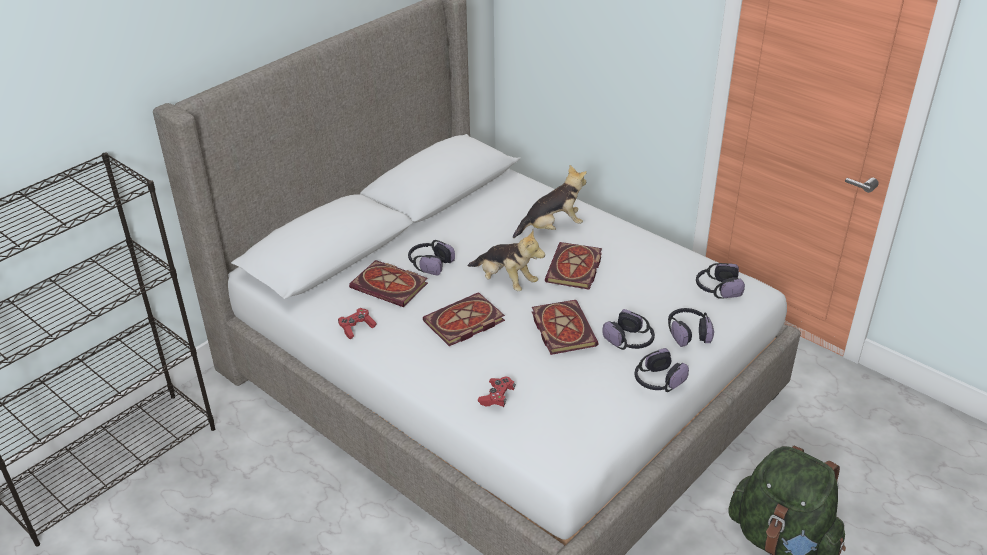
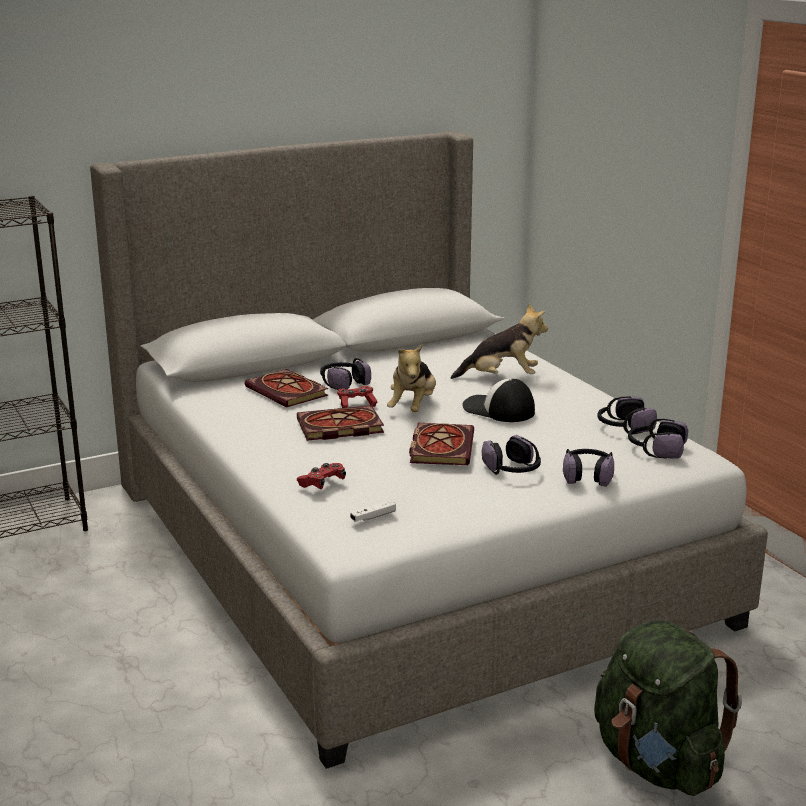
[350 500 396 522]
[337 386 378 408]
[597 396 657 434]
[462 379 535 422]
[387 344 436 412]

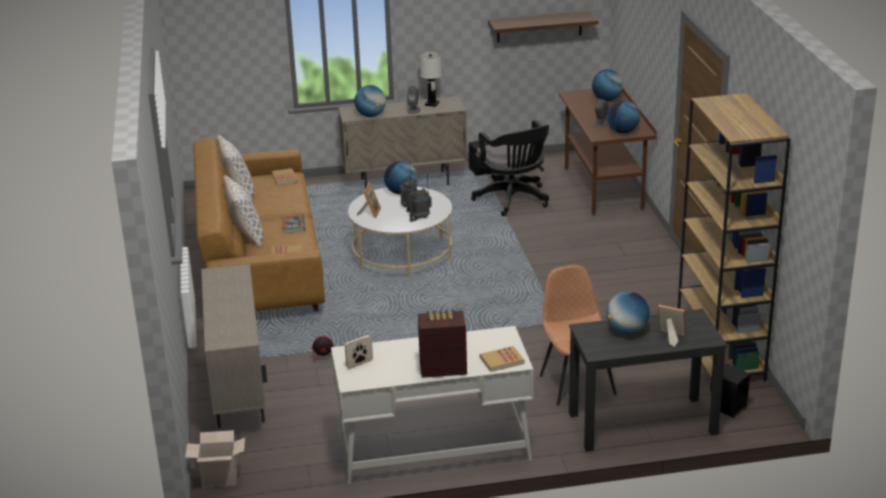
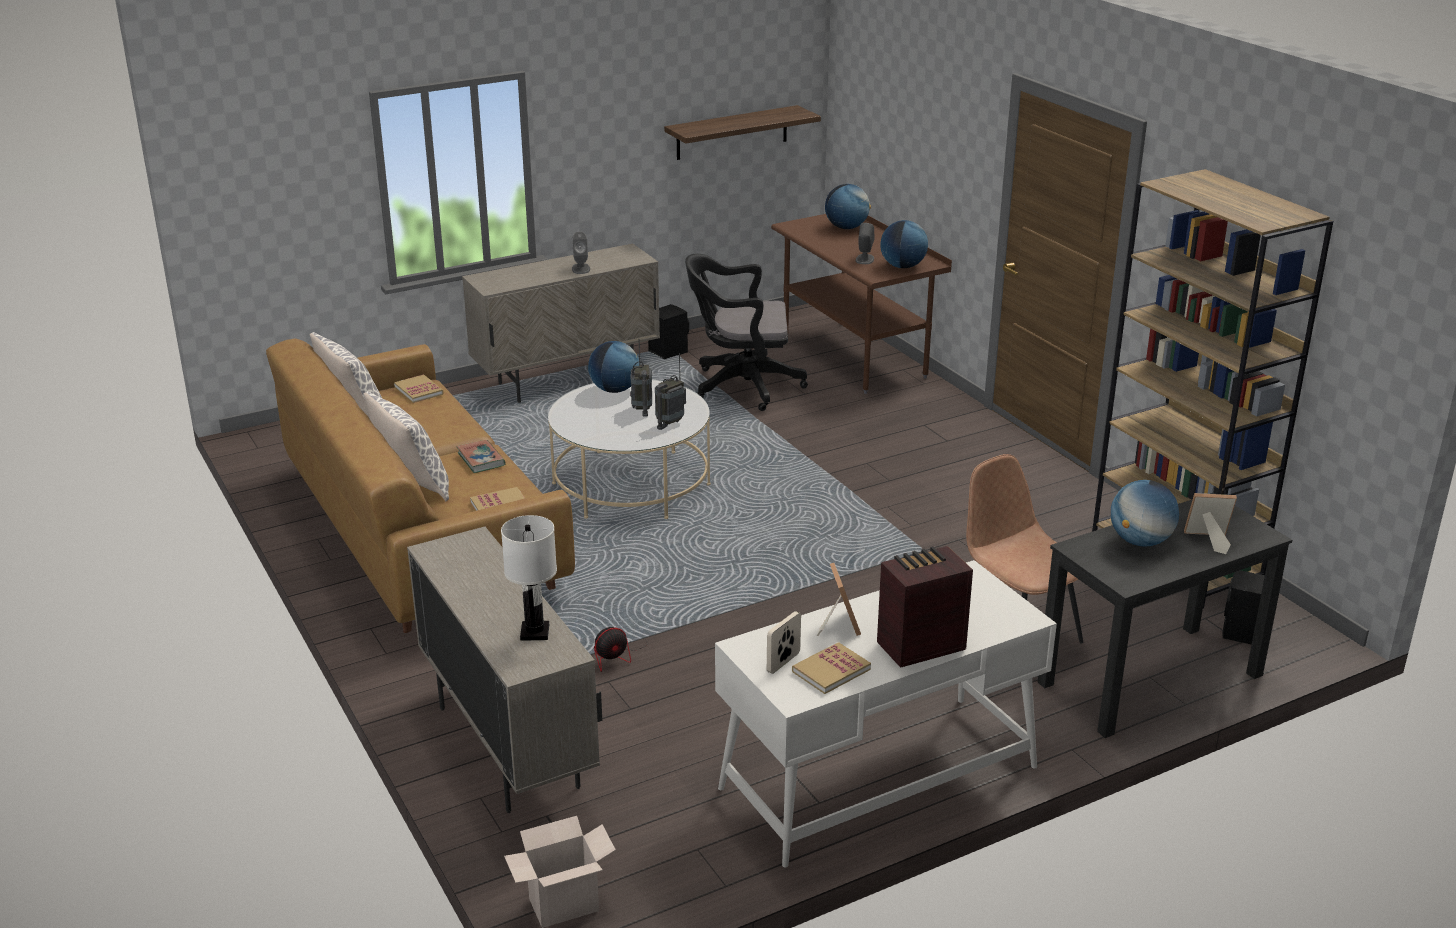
[354 85 386 117] (first image)
[816 563 861 636]
[501 515 557 641]
[792 642 871 694]
[685 254 808 411]

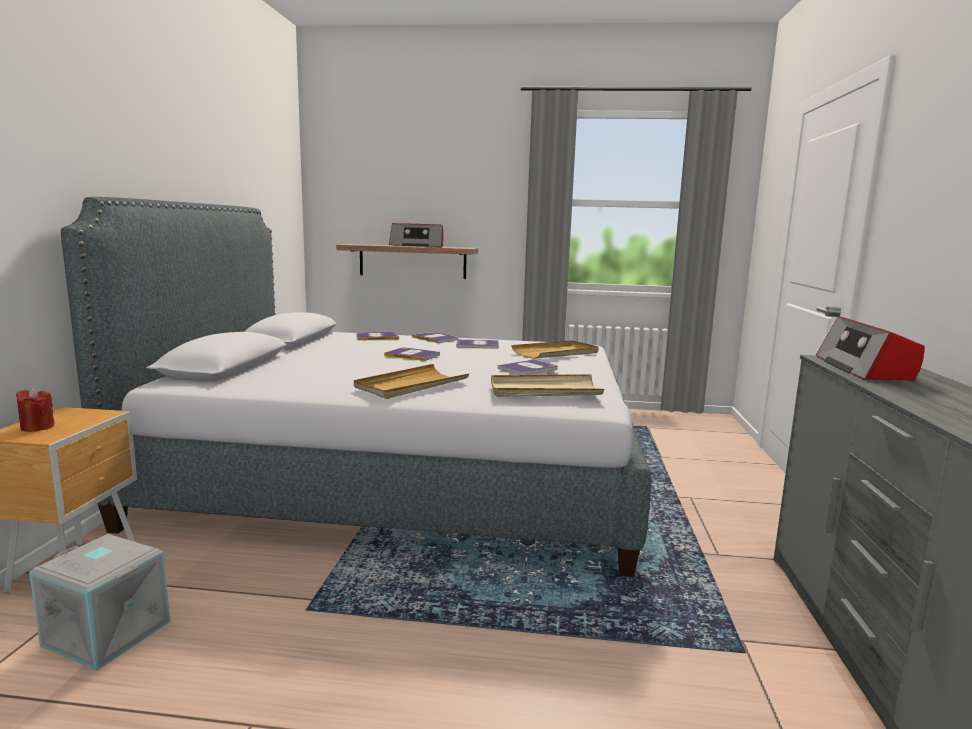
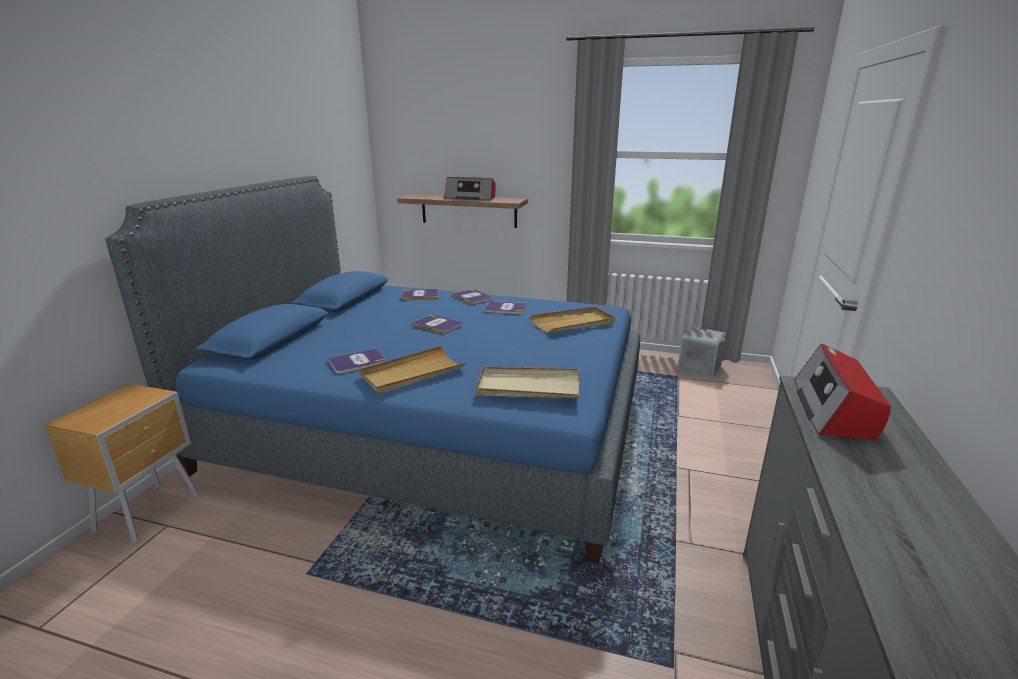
[16 388 54 432] (first image)
[678 327 726 378]
[328 348 386 374]
[105 176 640 564]

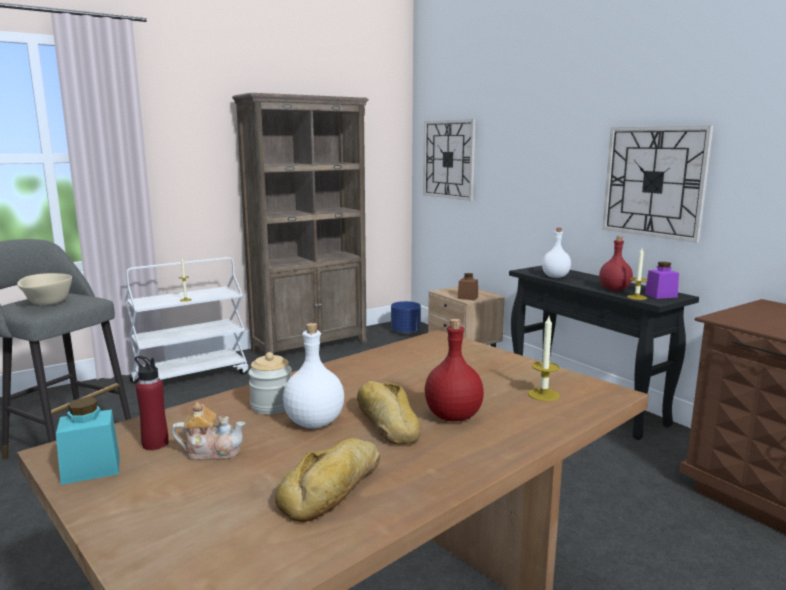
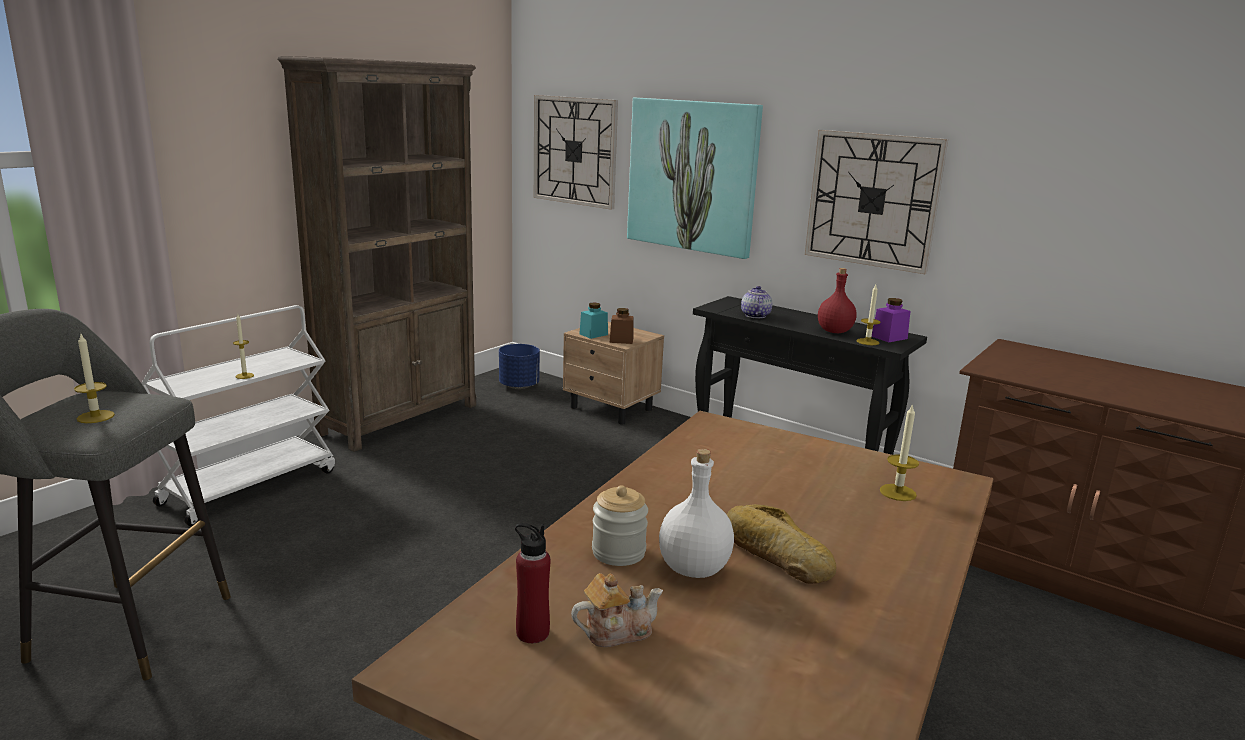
[275 438 380 522] (first image)
[425 319 484 421] (first image)
[627 98 763 259]
[579 303 608 339]
[74 334 115 423]
[741 286 773 318]

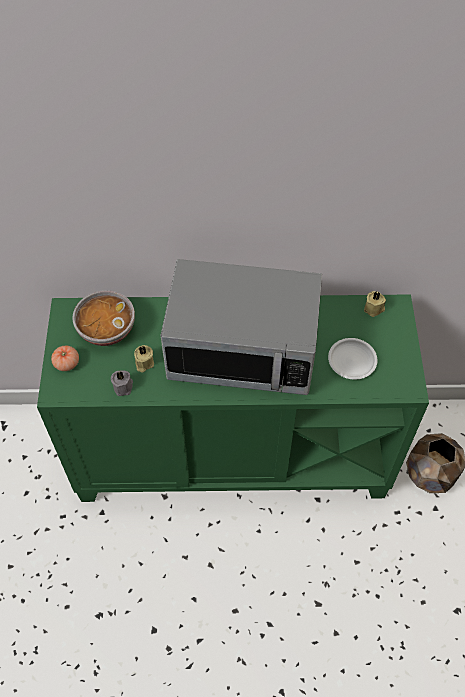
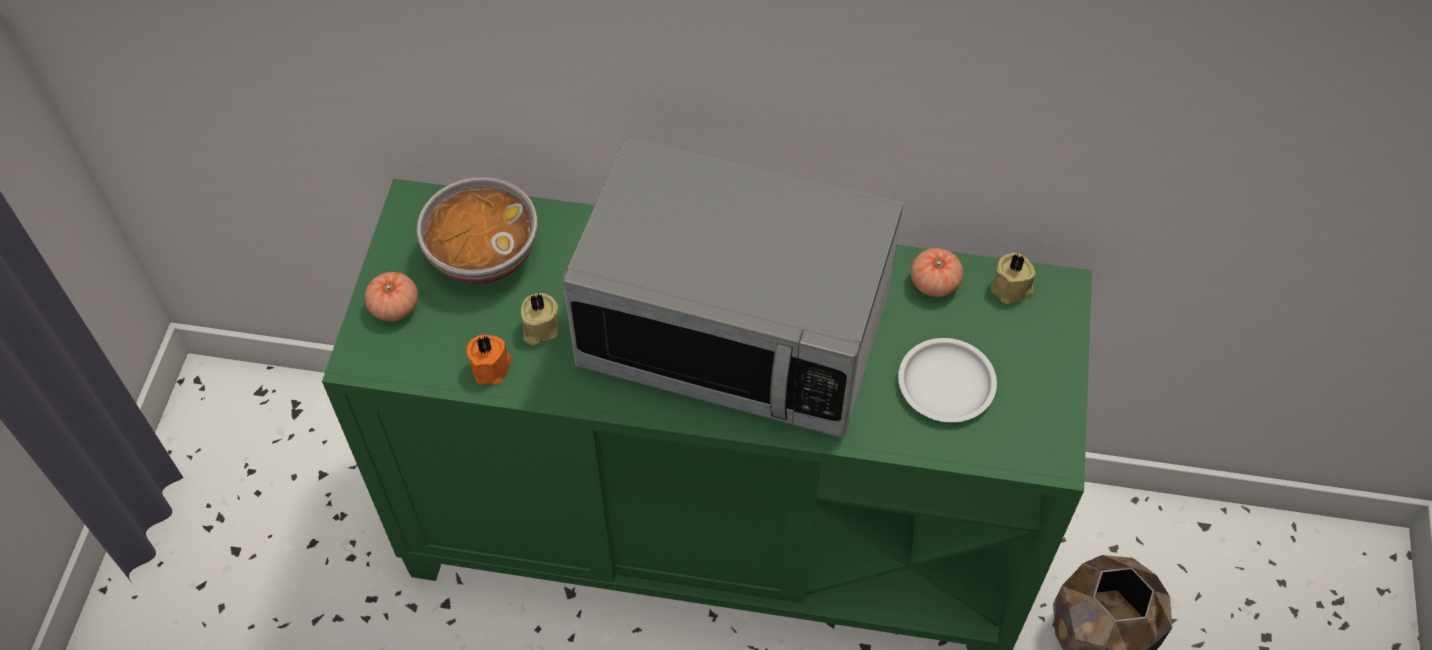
[911 248 963 297]
[466 335 512 385]

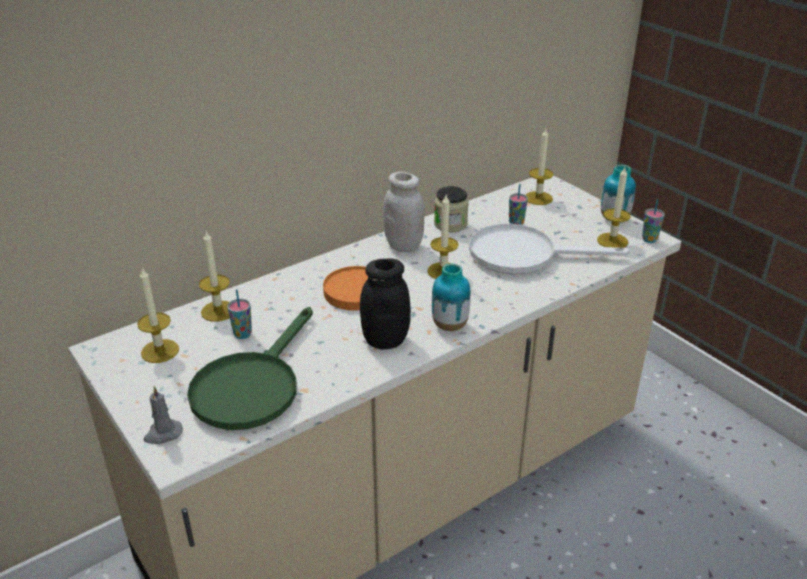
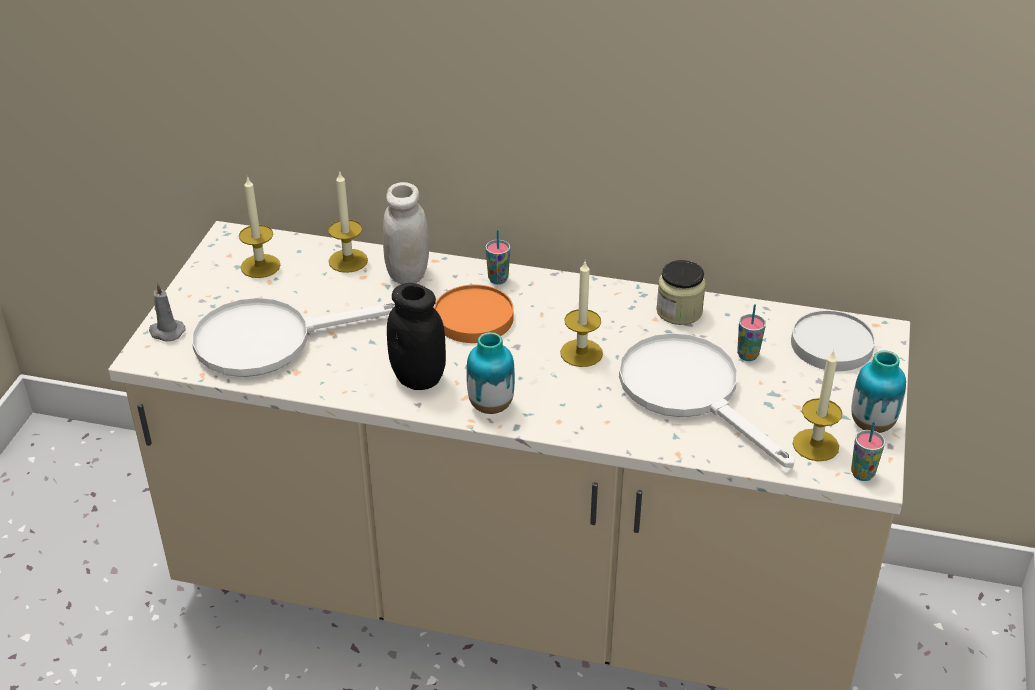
[485 230 510 284]
[383 182 429 284]
[791 310 875 371]
[192 298 395 377]

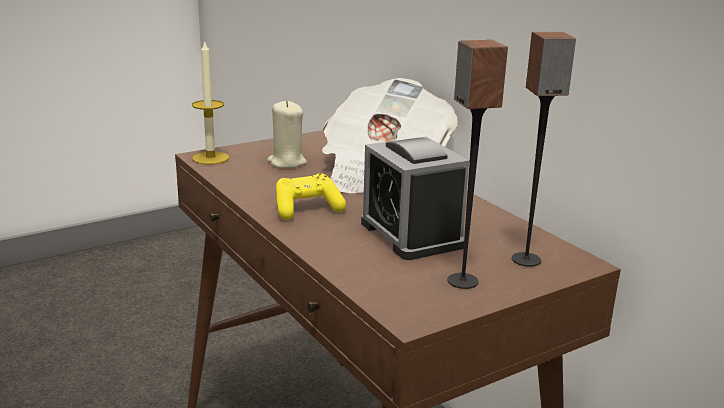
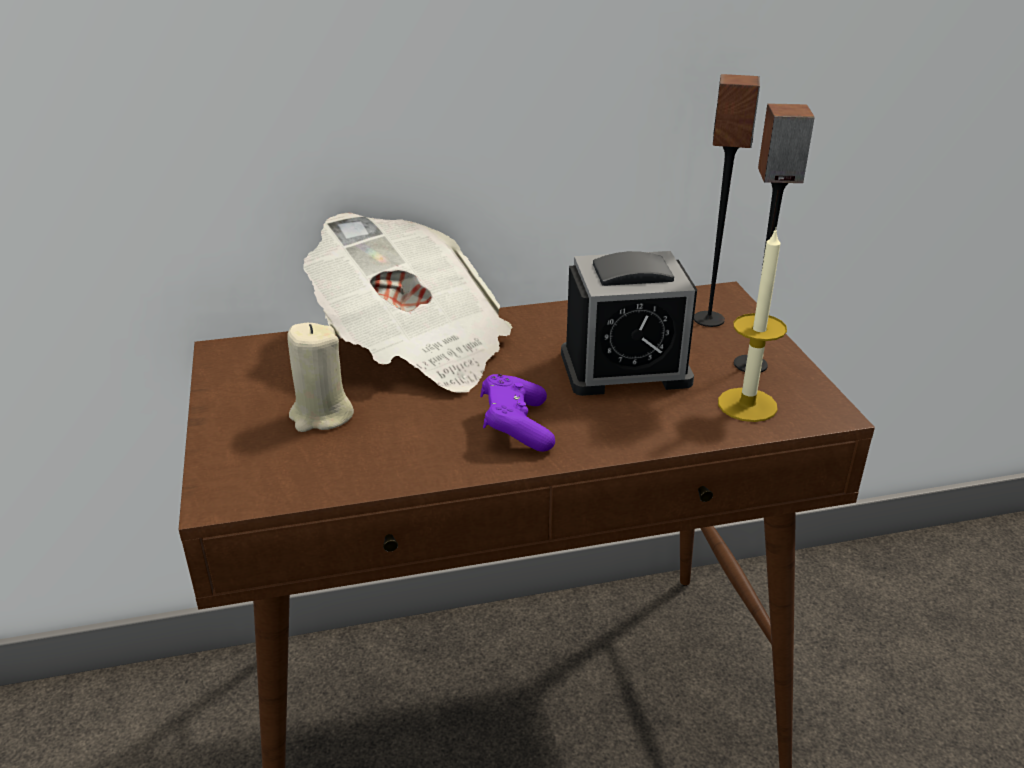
[718 227 787 422]
[480 374 555 452]

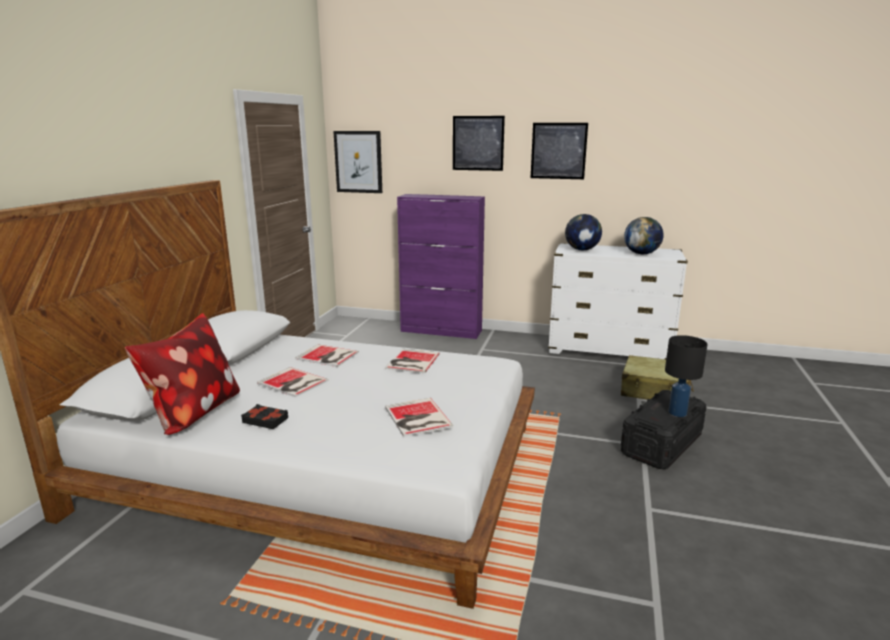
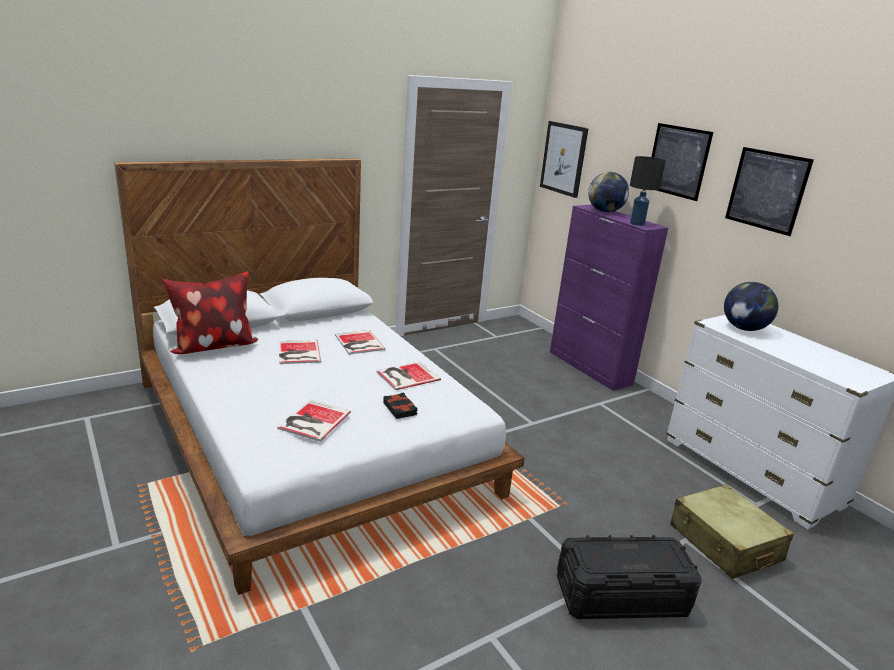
[383 392 417 419]
[588 172 629 212]
[630 156 666 226]

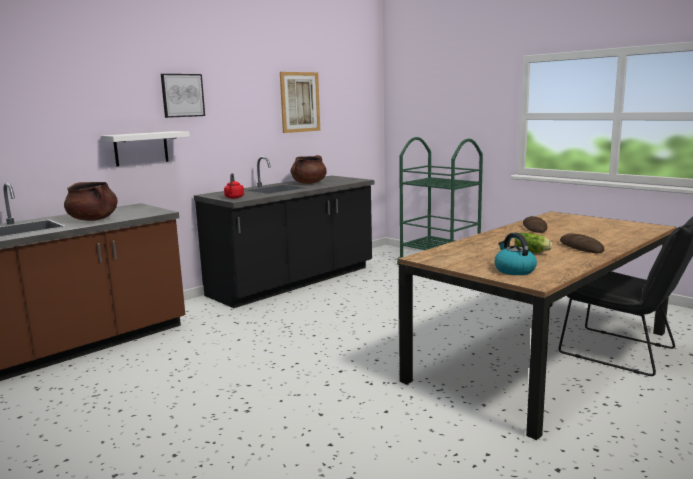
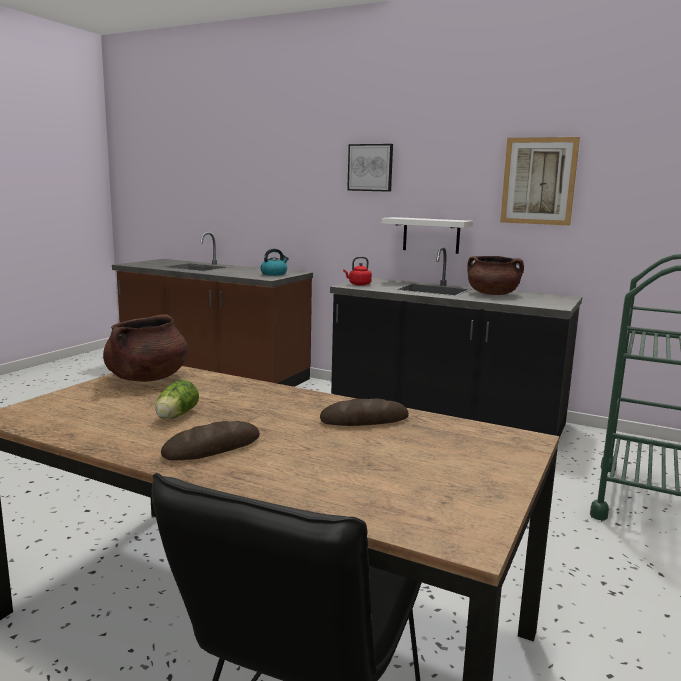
[103 314 188 382]
[382 217 473 254]
[260 249 289 276]

